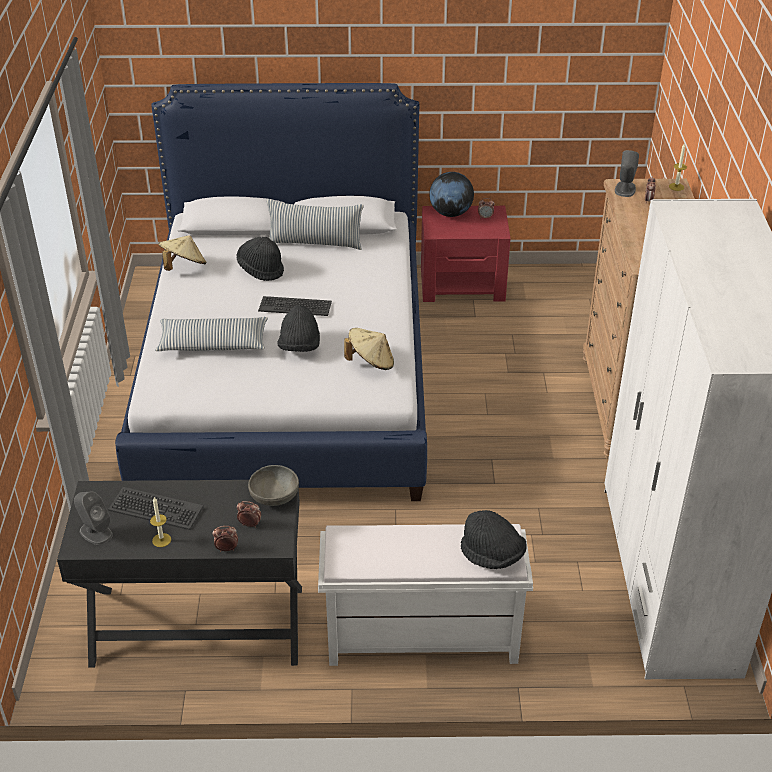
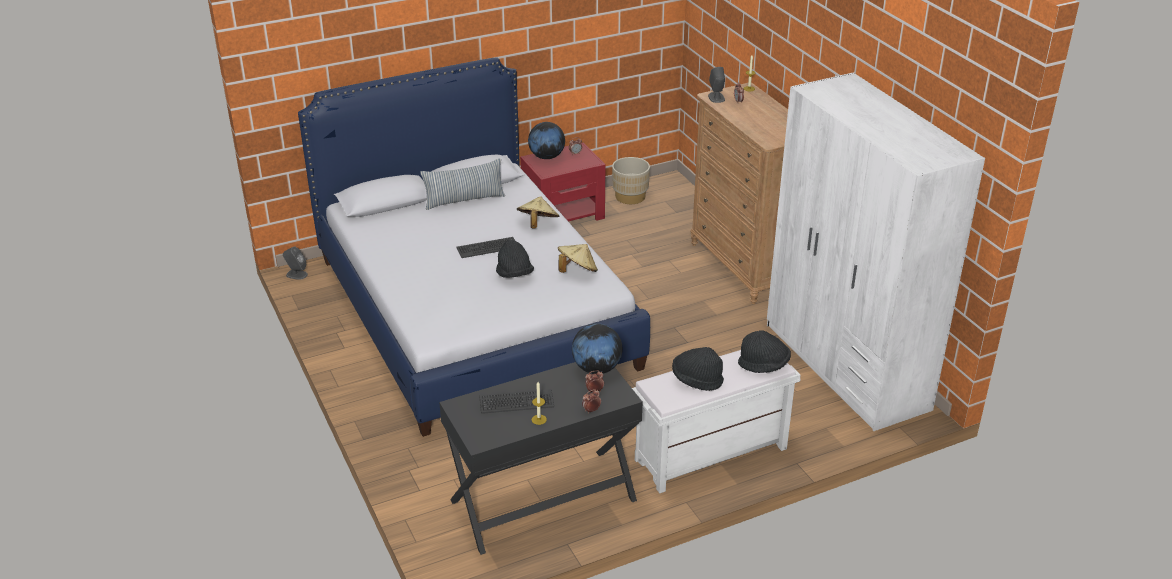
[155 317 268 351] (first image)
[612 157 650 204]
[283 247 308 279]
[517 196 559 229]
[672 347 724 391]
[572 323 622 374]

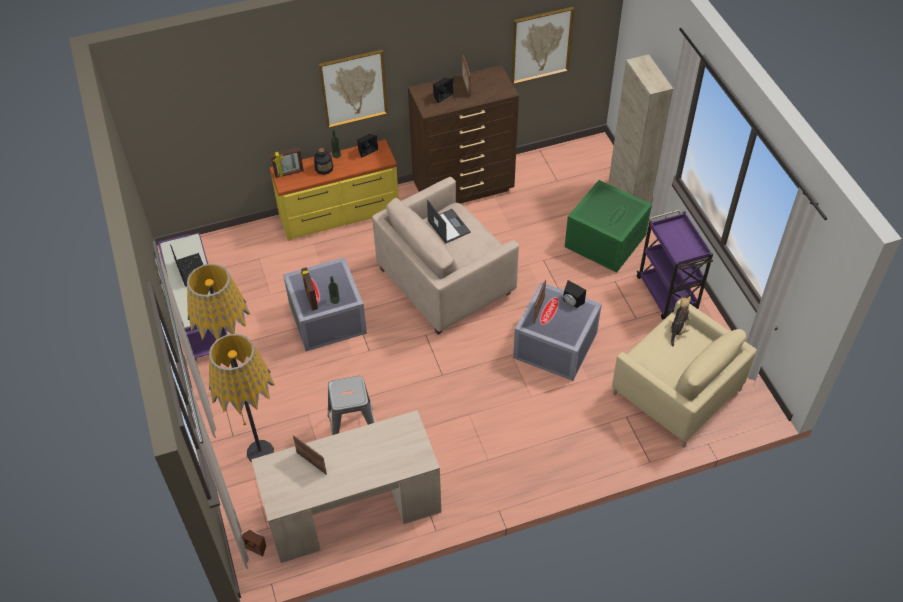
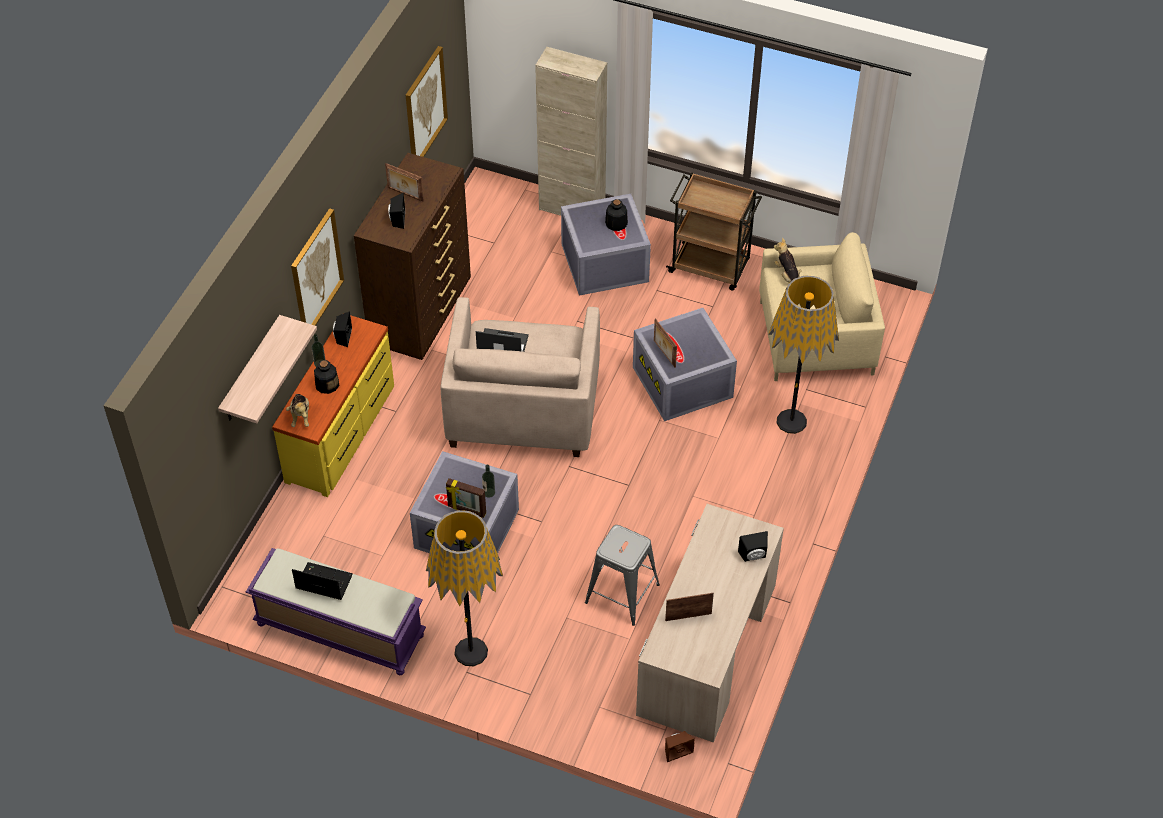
[218 315 317 423]
[605 199 628 231]
[768 276 839 434]
[738 531 768 562]
[286 394 309 427]
[561 194 651 296]
[666 172 762 290]

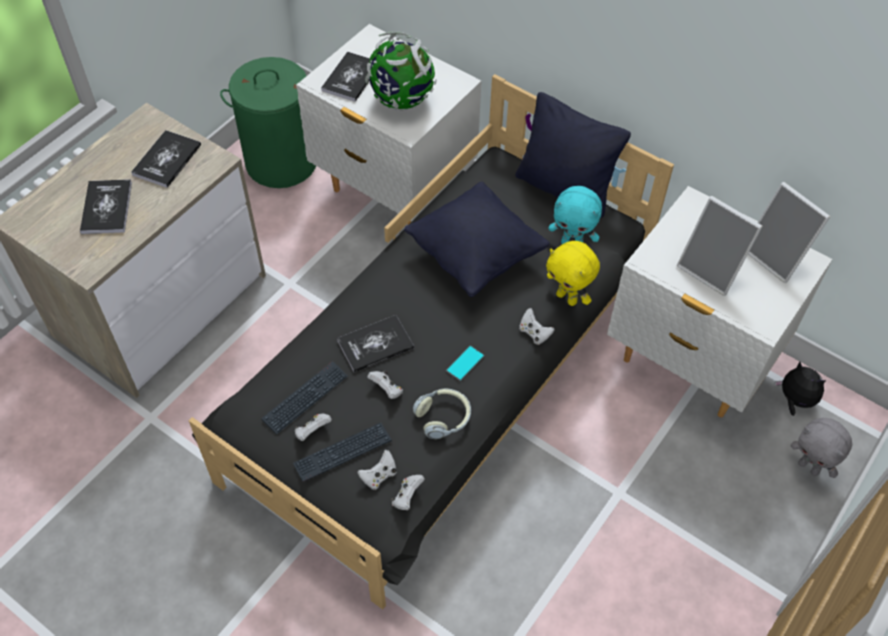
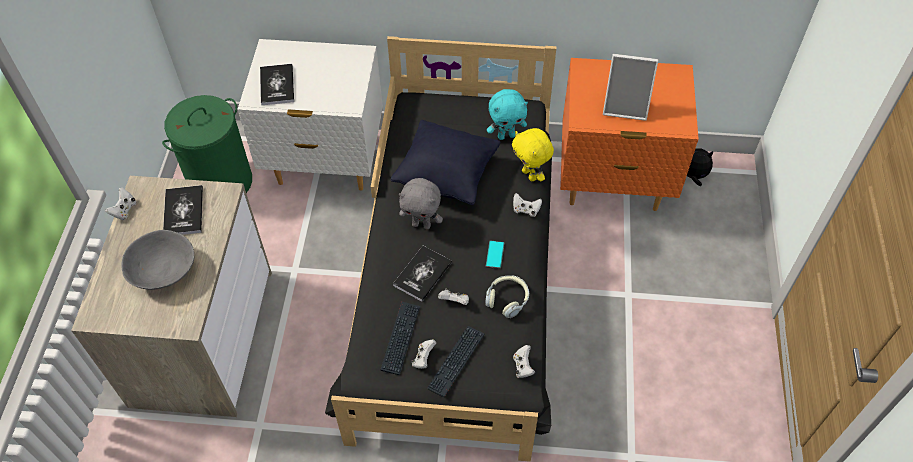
[365 32 437 110] (first image)
[515 92 631 218] (first image)
[748 182 830 283] (first image)
[105 188 136 220]
[399 178 443 229]
[122 230 194 290]
[560 58 699 211]
[512 128 554 181]

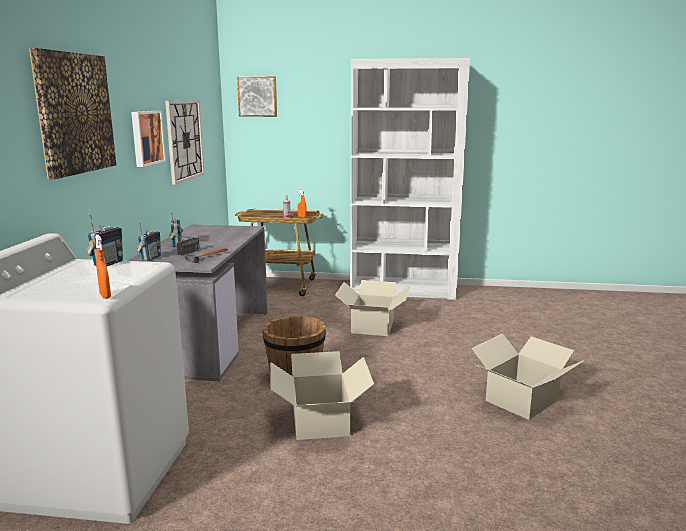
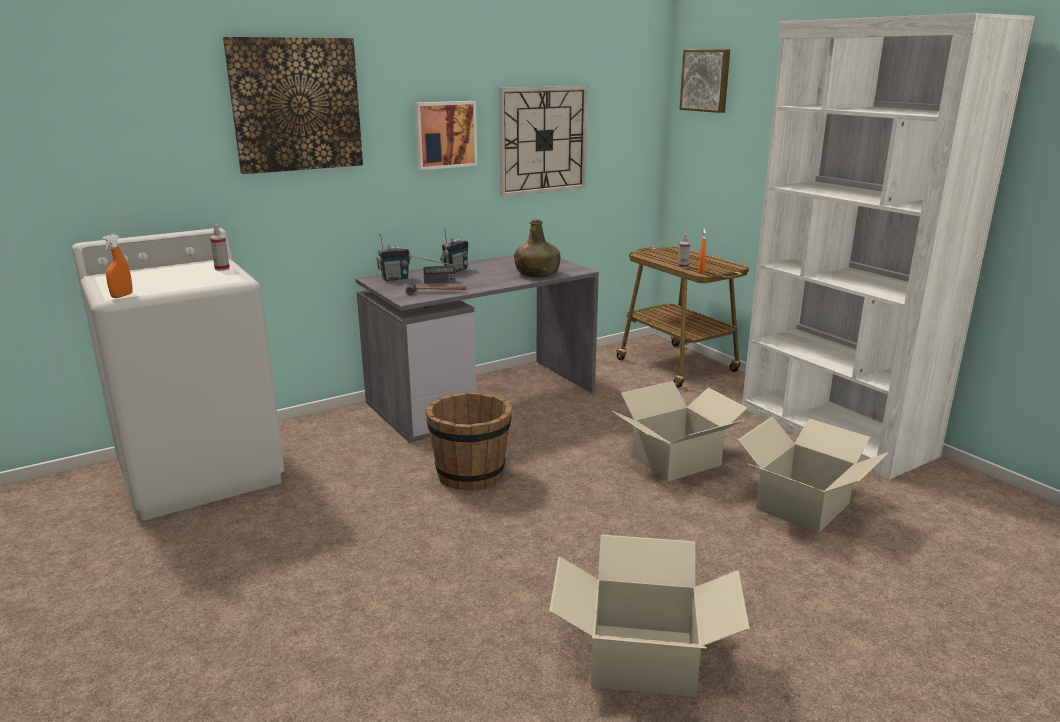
[514 220 560 277]
[738 417 888 534]
[210 225 230 271]

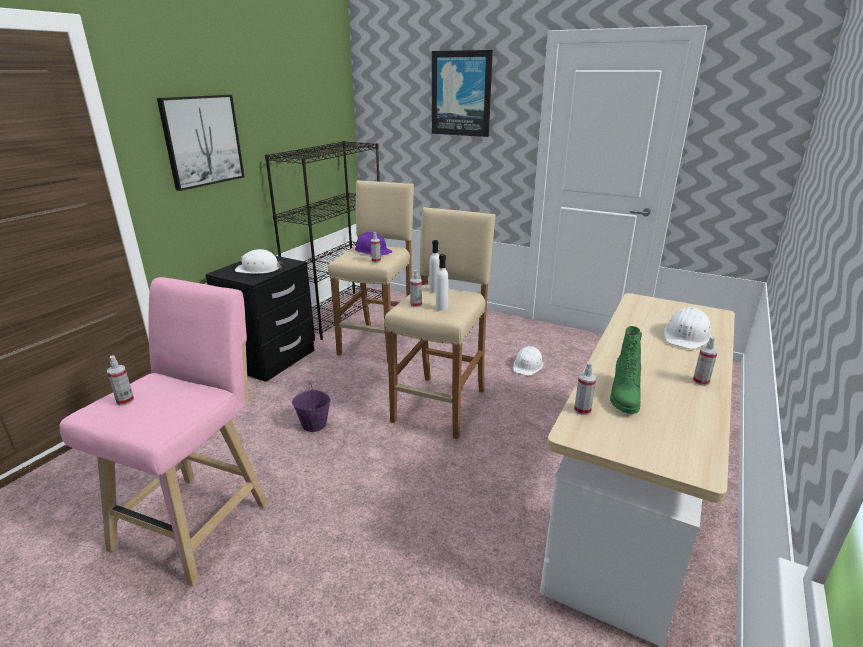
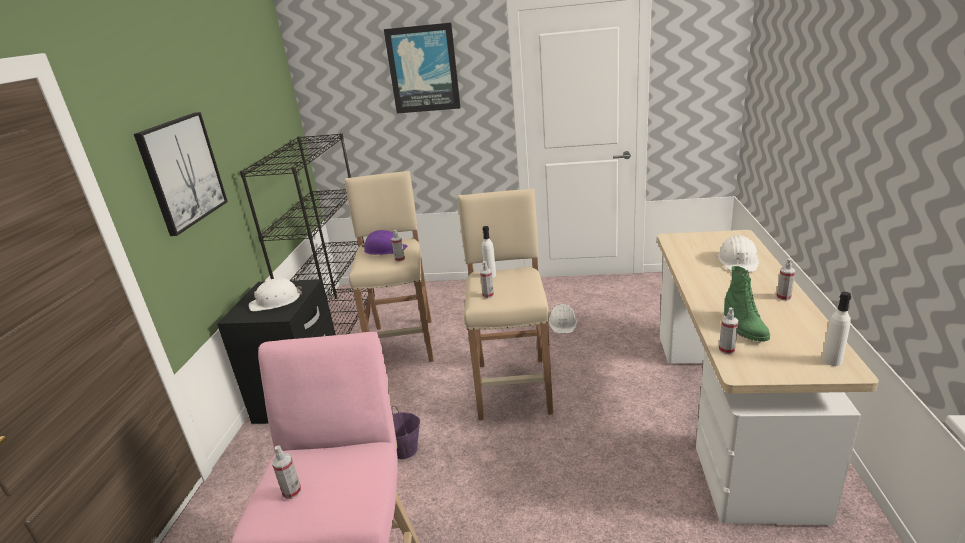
[822 292 851 366]

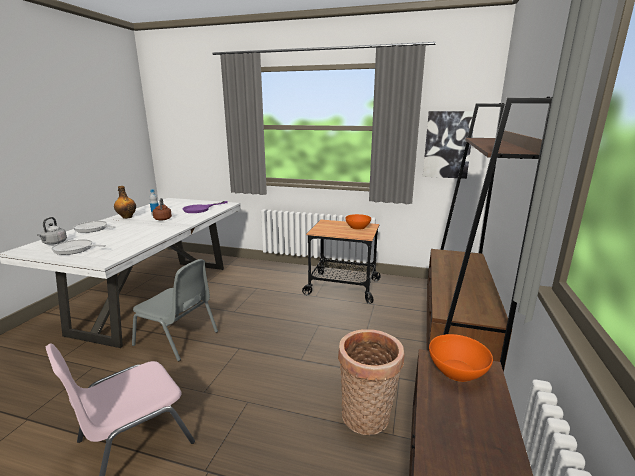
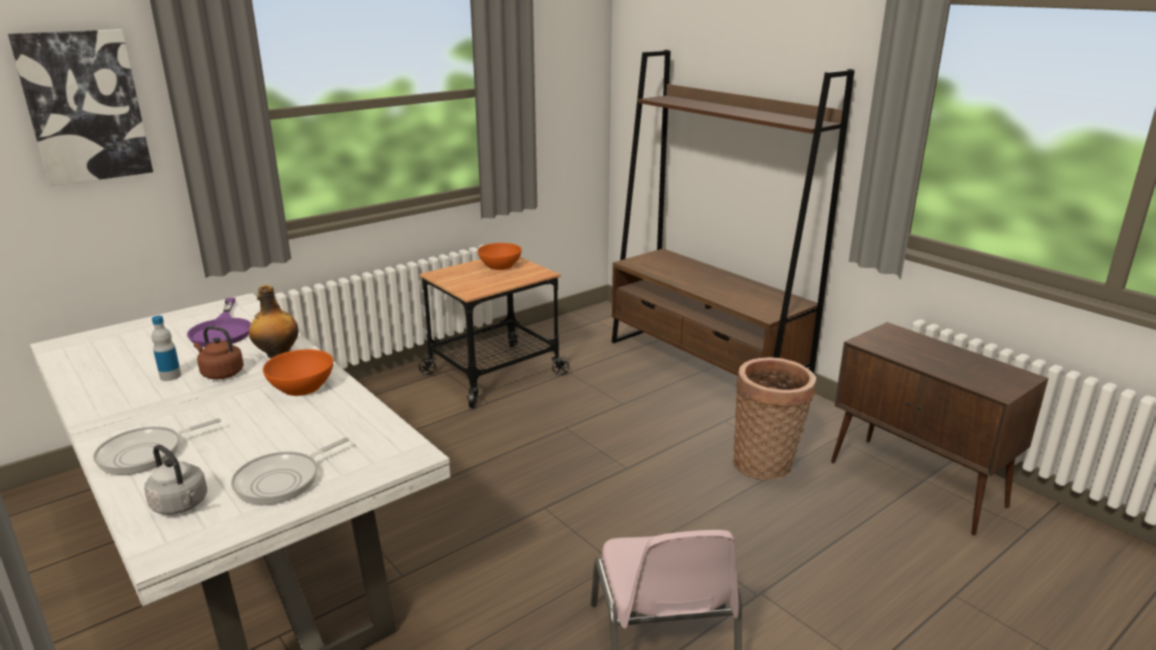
[132 259 218 361] (first image)
[249 285 299 358]
[8 29 153 186]
[263 349 333 396]

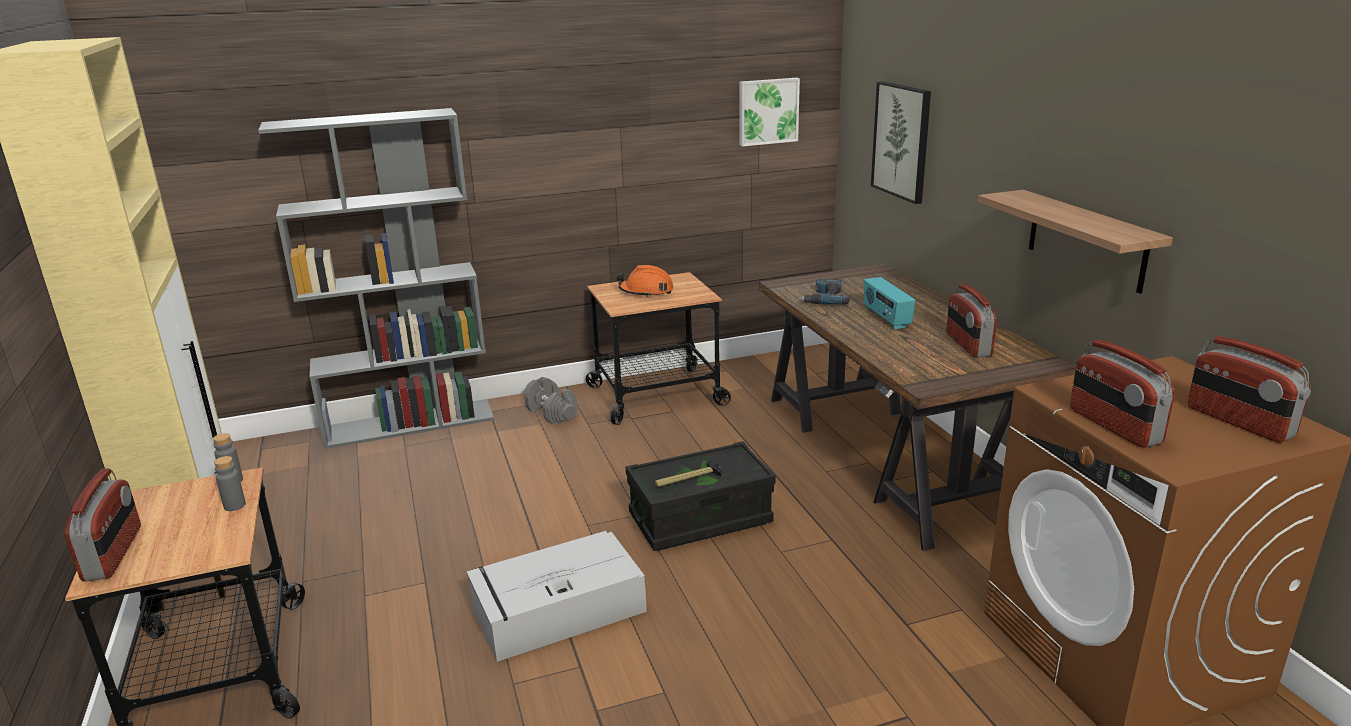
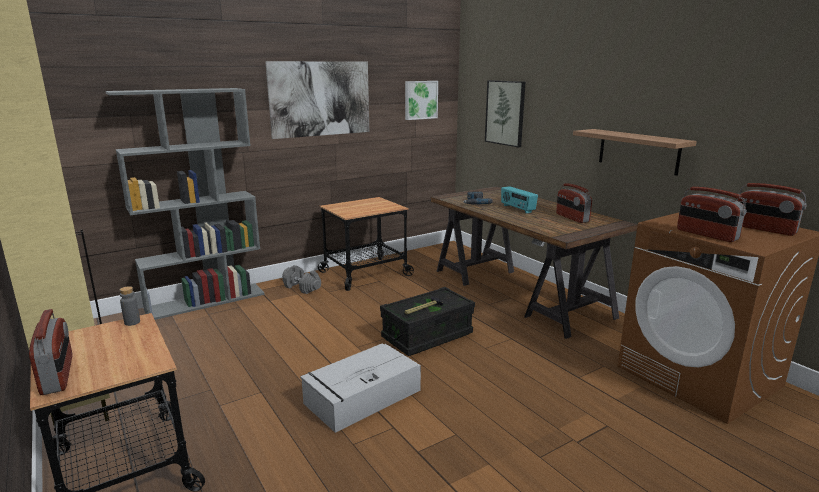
[214 456 246 511] (first image)
[617 265 673 297] (first image)
[265 61 369 139]

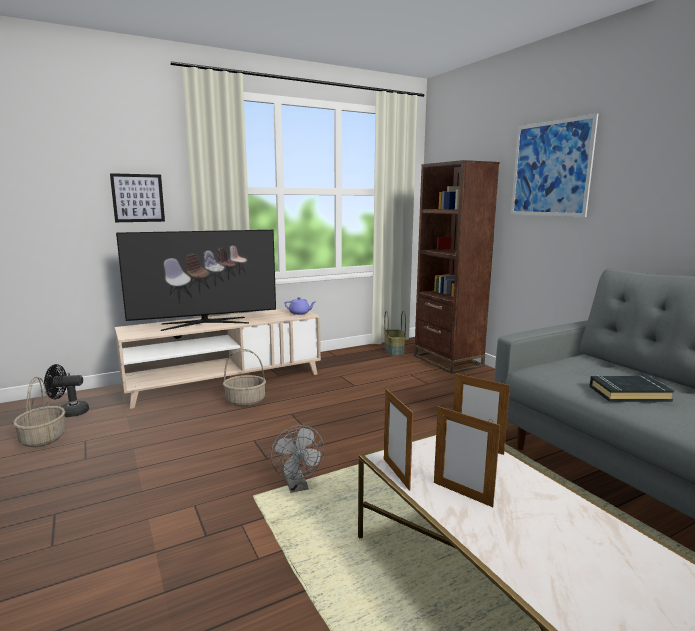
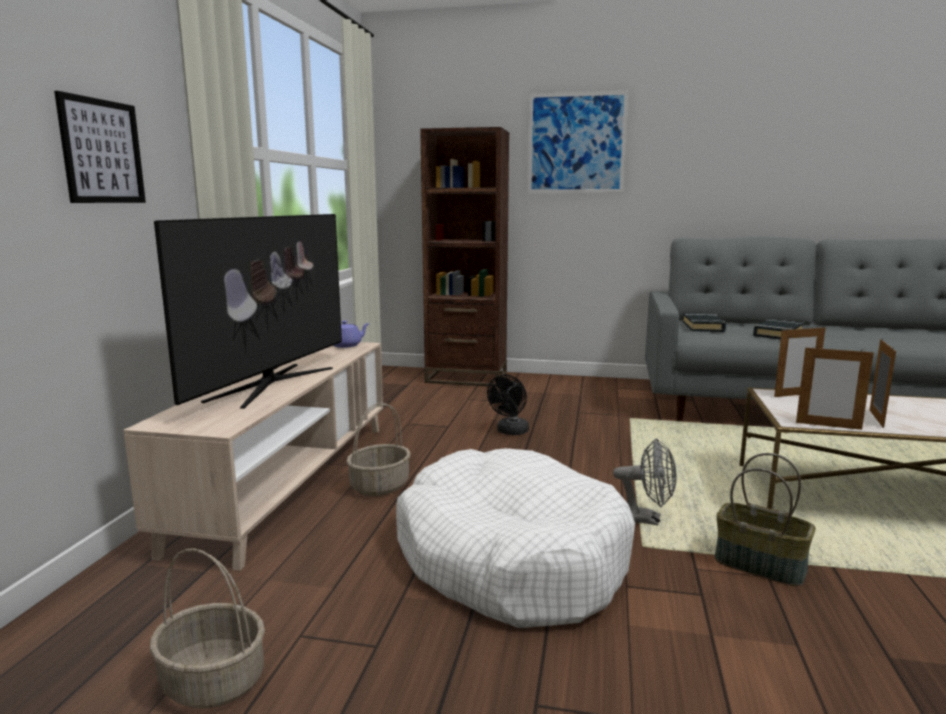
[396 448 635 628]
[683 313 726 332]
[487 374 529 435]
[715 453 816 586]
[870 338 896 428]

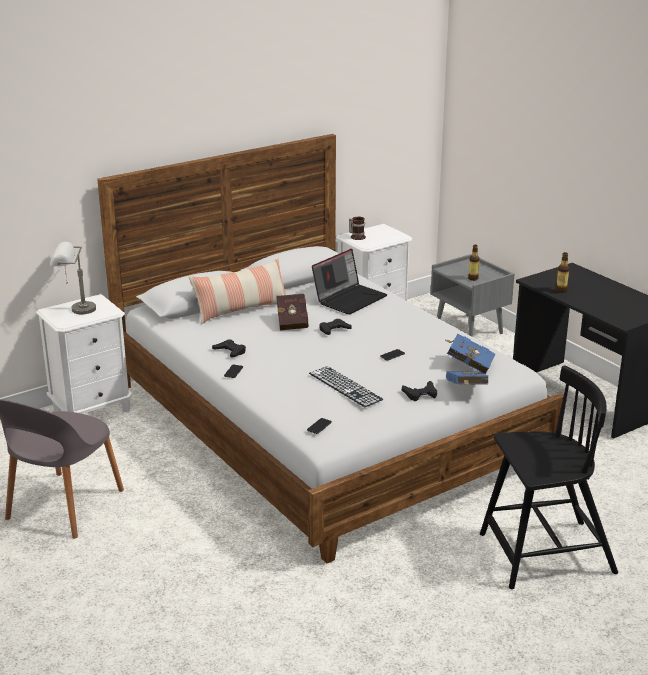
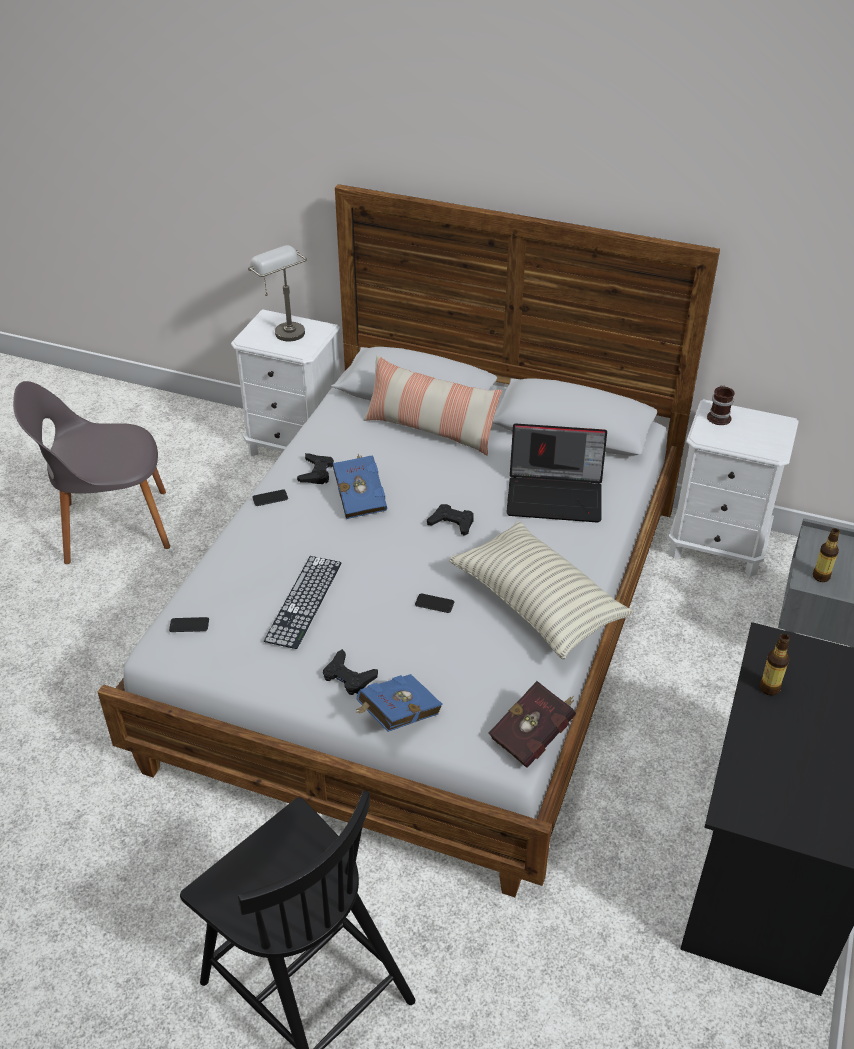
[449 521 633 659]
[488 681 576 768]
[333 454 387 519]

